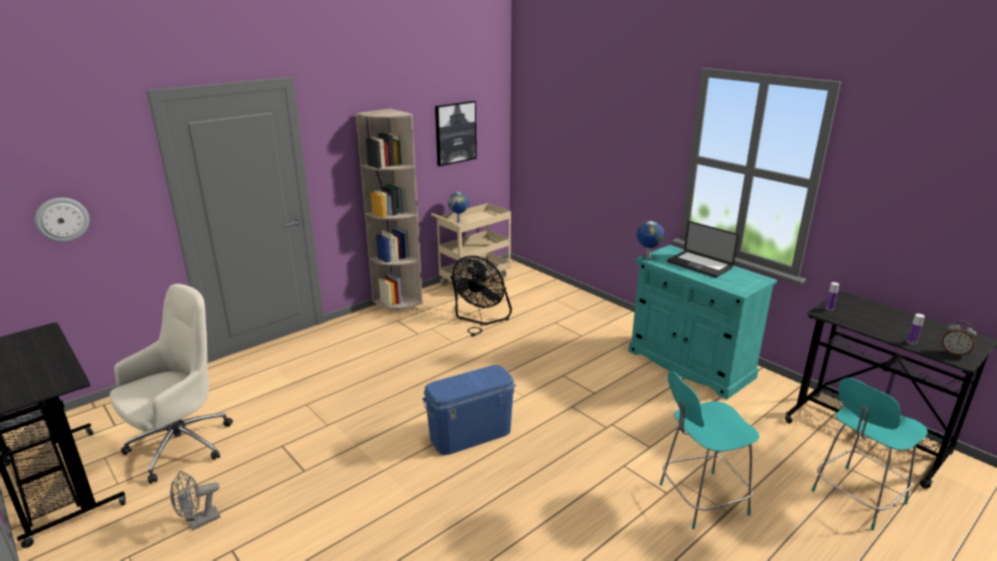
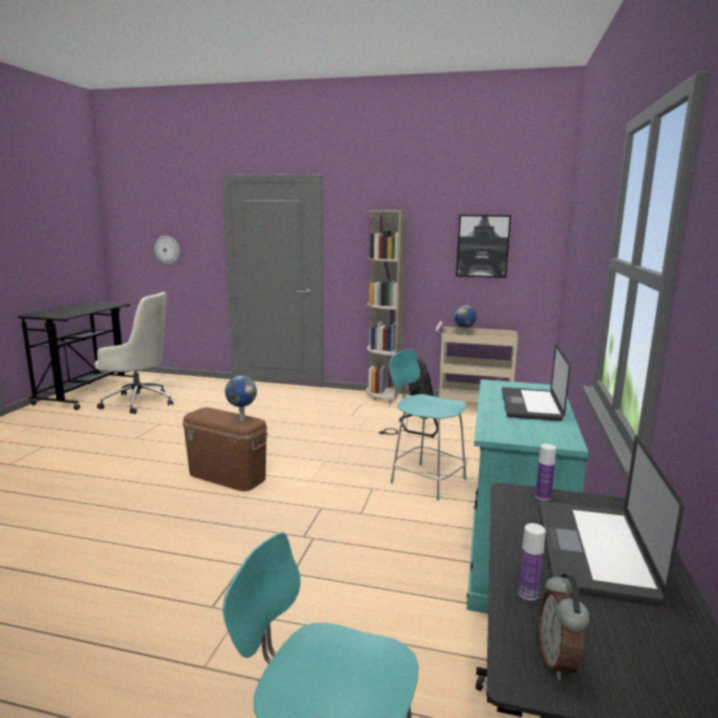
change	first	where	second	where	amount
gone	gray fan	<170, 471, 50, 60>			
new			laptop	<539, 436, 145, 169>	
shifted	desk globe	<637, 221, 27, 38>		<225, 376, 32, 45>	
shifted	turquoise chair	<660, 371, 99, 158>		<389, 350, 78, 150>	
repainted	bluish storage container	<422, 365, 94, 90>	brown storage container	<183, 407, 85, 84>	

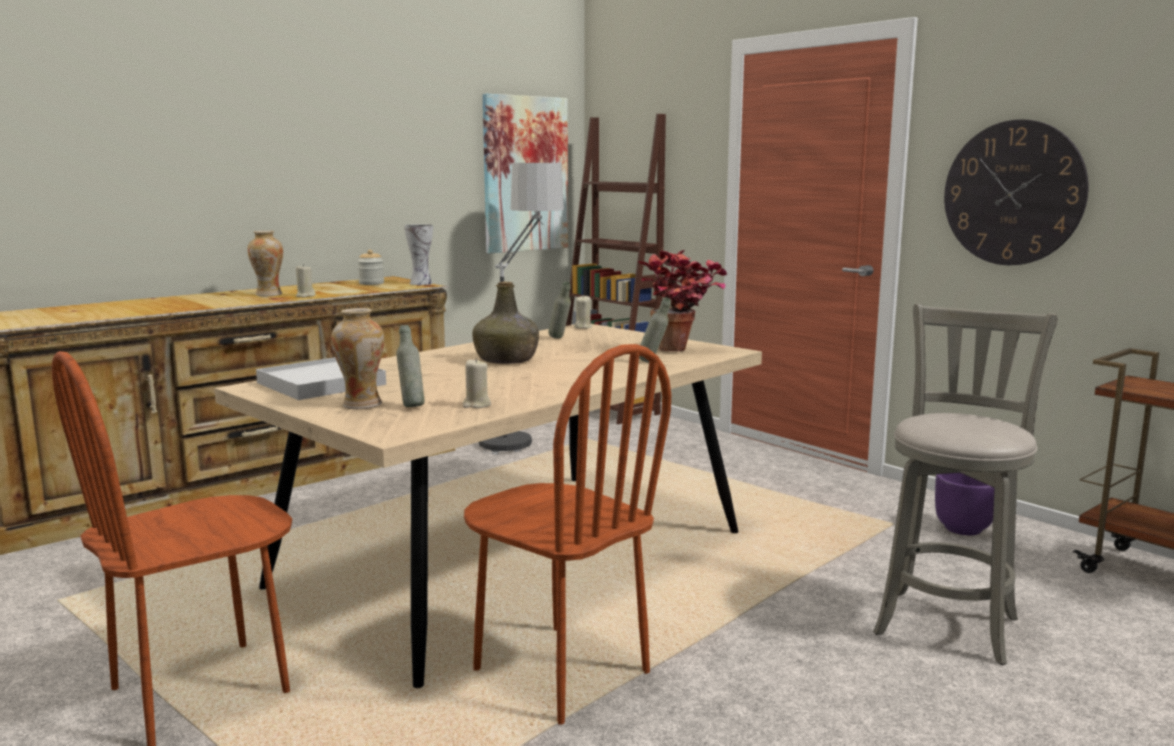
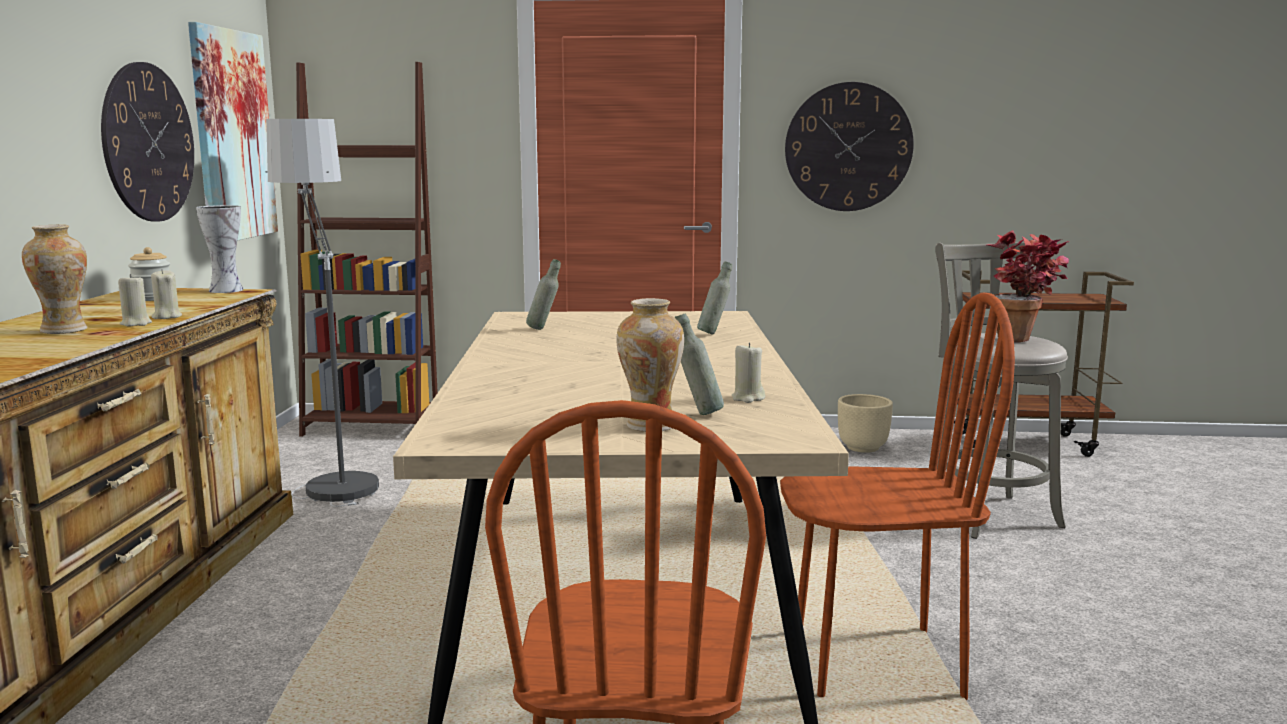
change	first	where	second	where	amount
gone	whitish carrying tray	<256, 357, 130, 43>			
gone	greenish drink bottle	<472, 282, 67, 82>			
new			hanging clock	<101, 62, 93, 160>	
shifted	sand-coloured wax candle	<574, 296, 18, 33>		<151, 269, 31, 50>	
shifted	houseplant	<638, 250, 89, 101>		<987, 230, 82, 112>	
repainted	purple-coloured planter	<935, 473, 59, 62>	sand-coloured planter	<838, 394, 55, 59>	

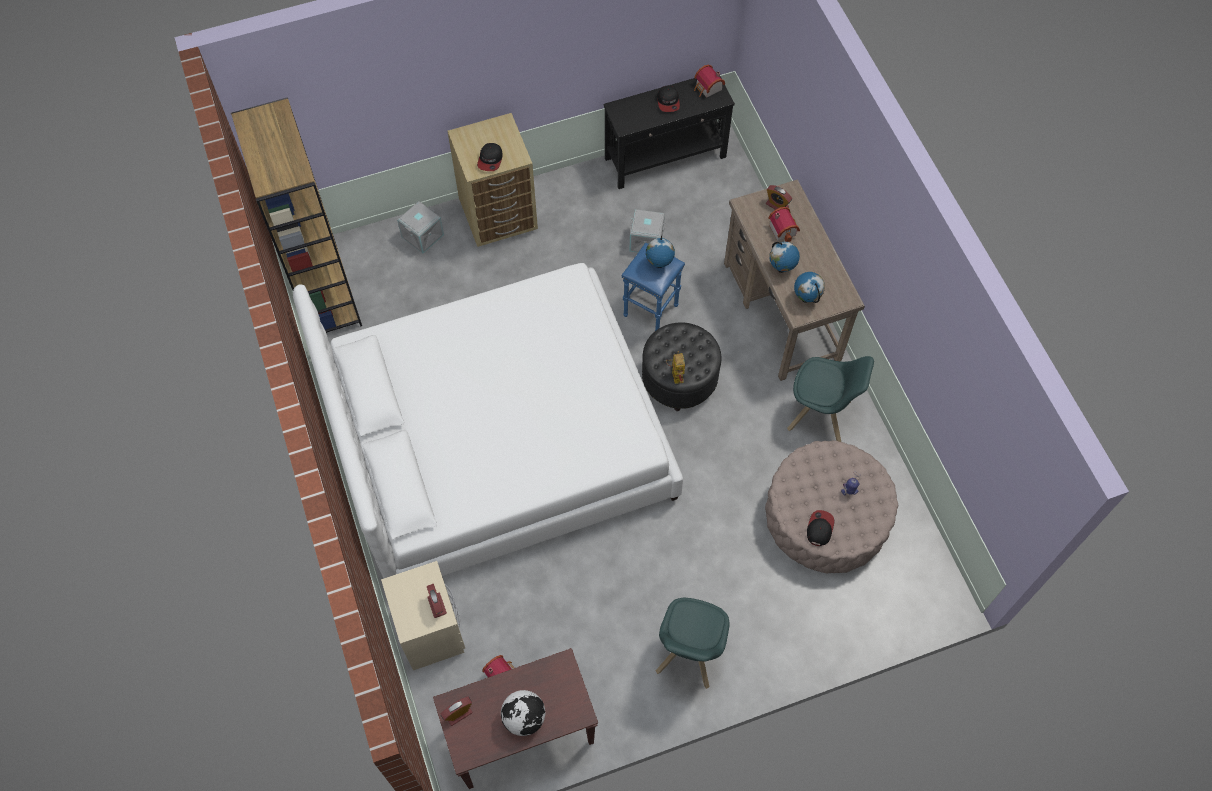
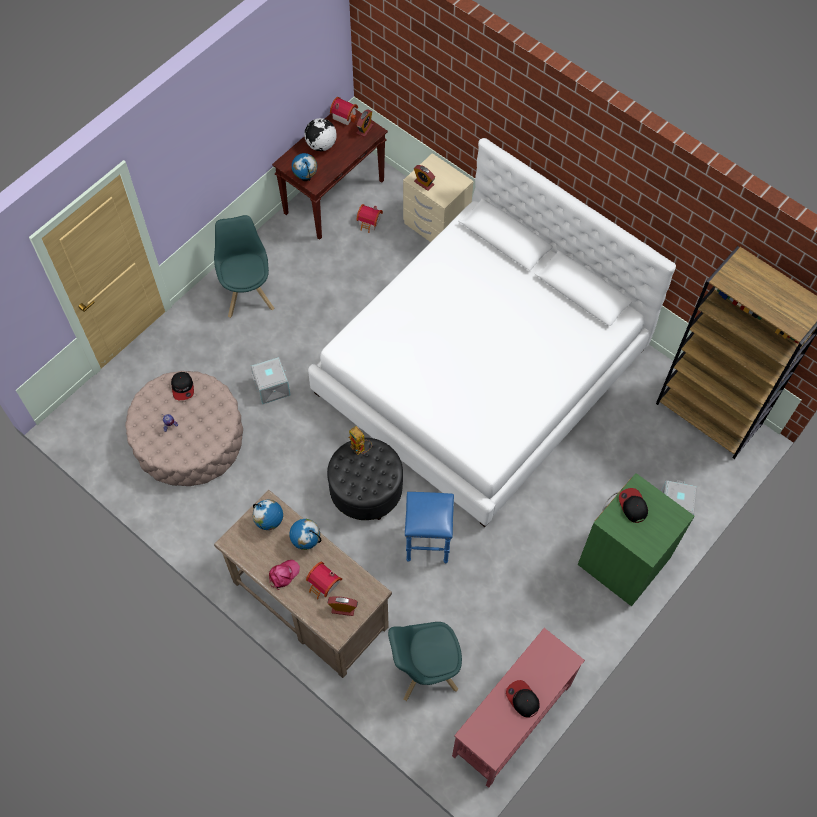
change	first	where	second	where	amount
new			pink-coloured peaked cap	<269, 560, 31, 30>	
shifted	gray storage container	<629, 209, 36, 44>		<251, 357, 40, 47>	
shifted	desk globe	<646, 236, 29, 32>		<292, 153, 25, 28>	
shifted	toy house	<694, 64, 31, 34>		<330, 97, 28, 29>	
shifted	turquoise chair	<787, 356, 87, 86>		<388, 622, 74, 79>	
repainted	brown chest of drawers	<448, 113, 90, 134>	greenish chest of drawers	<578, 473, 117, 134>	
repainted	black console table	<603, 76, 132, 113>	red-coloured console table	<452, 628, 133, 160>	

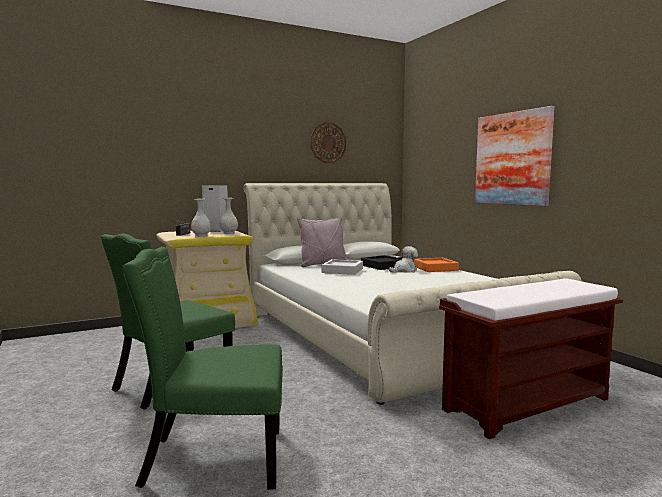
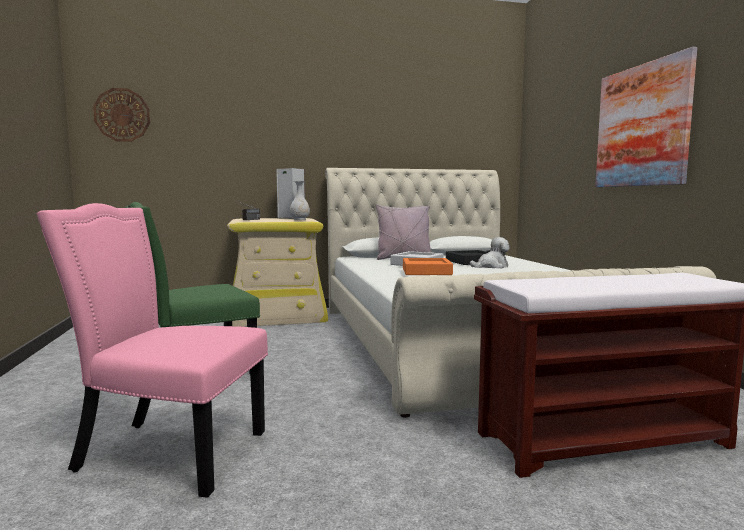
change	first	where	second	where	amount
gone	whitish vase	<191, 199, 20, 38>			
shifted	hanging clock	<310, 122, 36, 41>		<93, 88, 57, 54>	
shifted	orangey carrying tray	<414, 258, 45, 14>		<403, 258, 50, 17>	
repainted	greenish chair	<122, 247, 161, 243>	pink-coloured chair	<37, 203, 231, 295>	

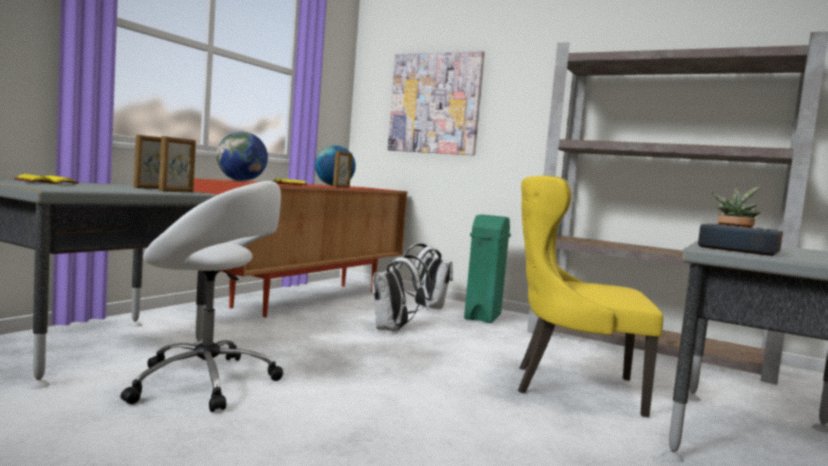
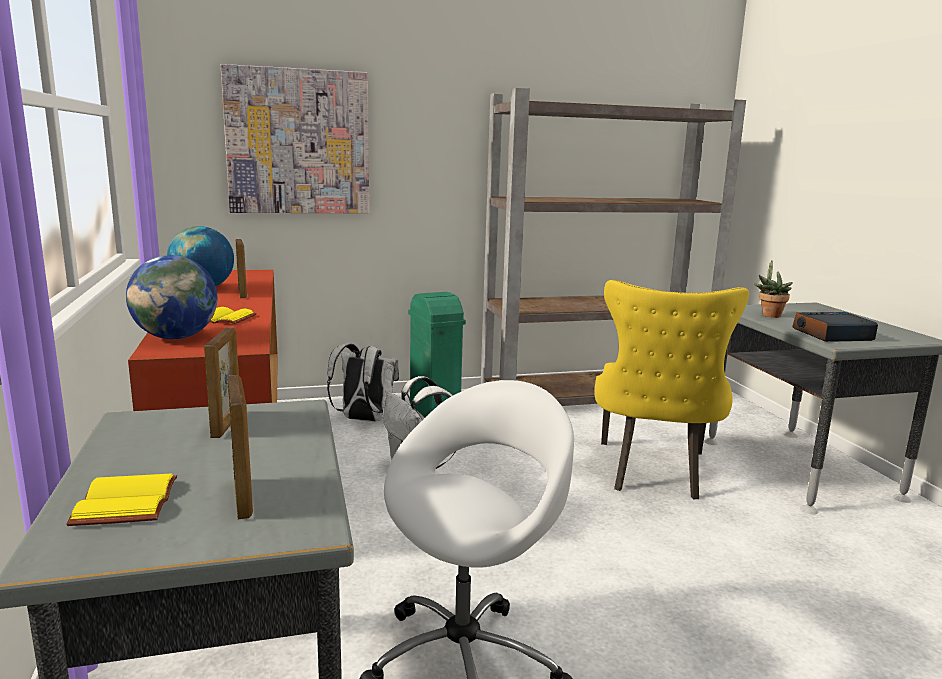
change	first	where	second	where	amount
shifted	standing frame	<159, 136, 37, 56>		<228, 375, 25, 144>	
rotated	yellowish chair	<518, 175, 145, 243>		<595, 280, 154, 219>	45 degrees counterclockwise

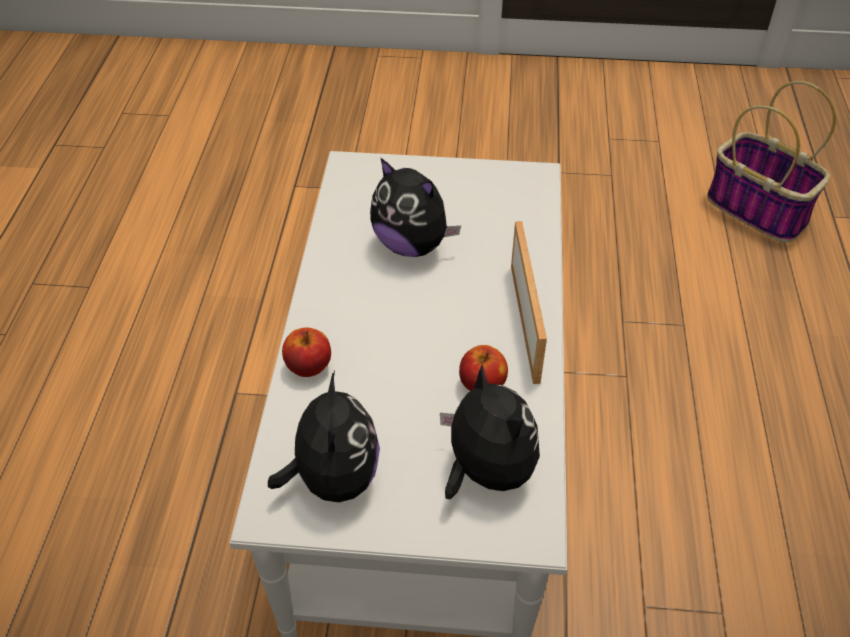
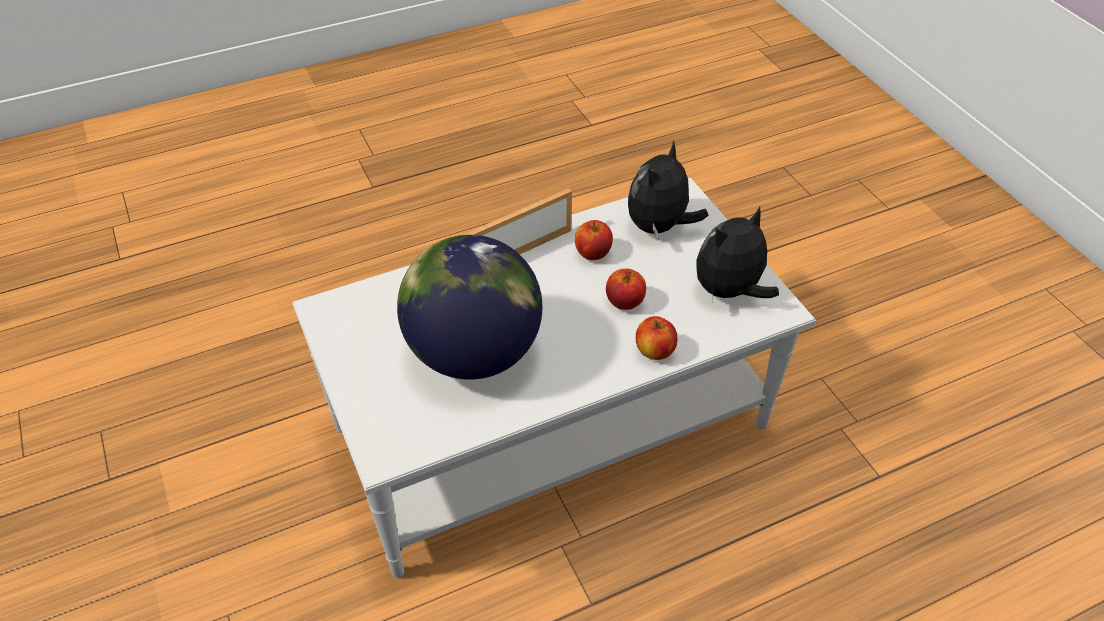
change	first	where	second	where	amount
gone	household basket	<707, 81, 129, 162>			
new			apple fruit	<606, 268, 40, 42>	
swapped	plush toy	<370, 157, 91, 100>	desk globe	<397, 235, 145, 145>	

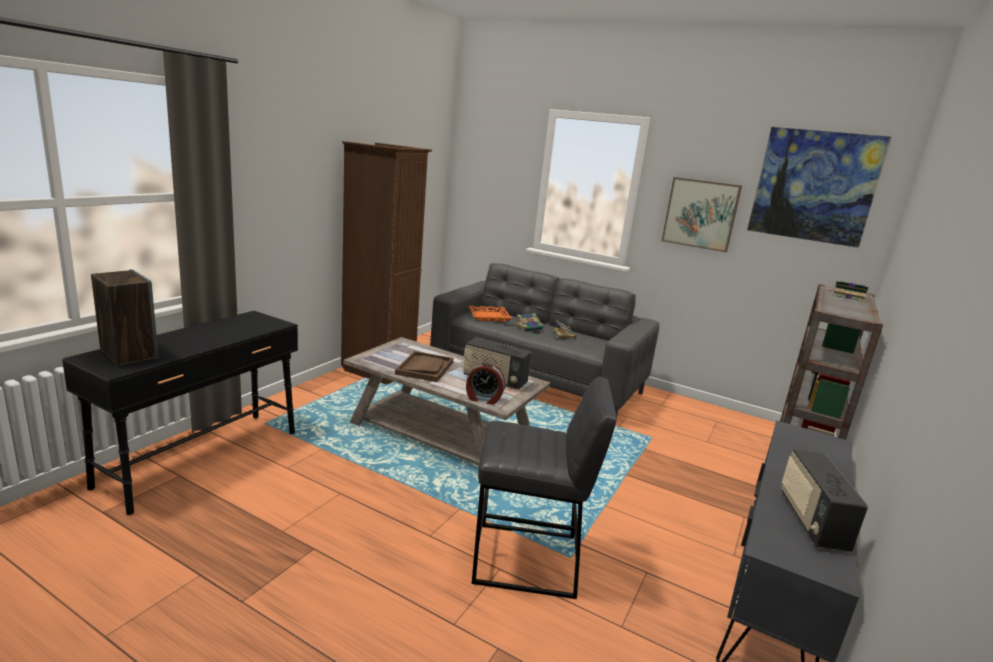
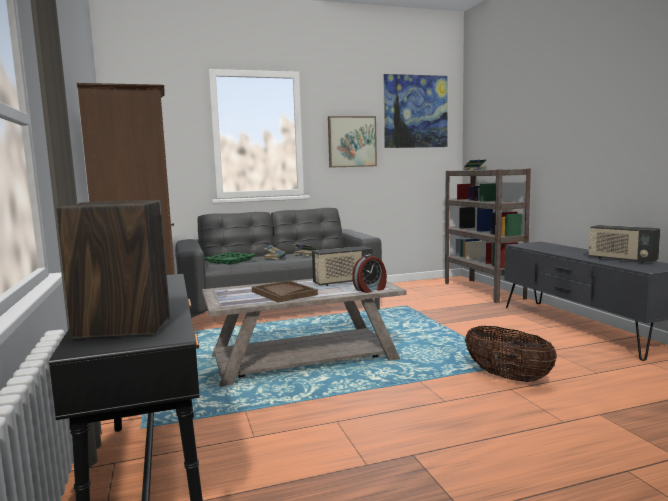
change	first	where	second	where	amount
swapped	gray stool	<472, 377, 144, 222>	household basket	<465, 326, 92, 56>	
repainted	orangey carrying tray	<468, 306, 44, 16>	greenish carrying tray	<204, 252, 52, 13>	

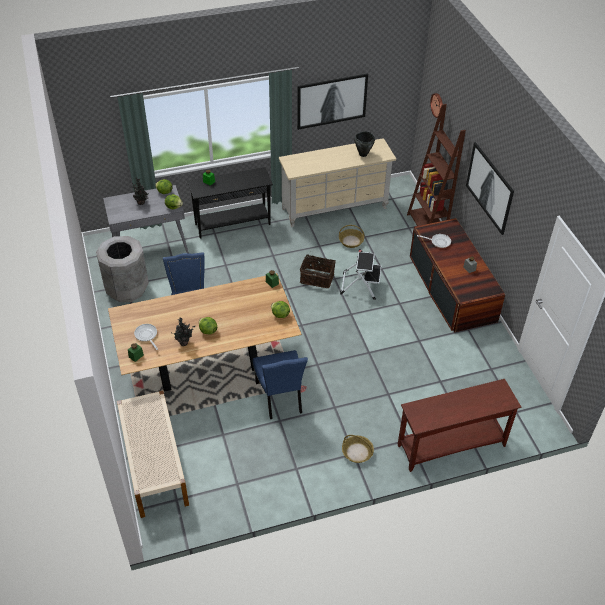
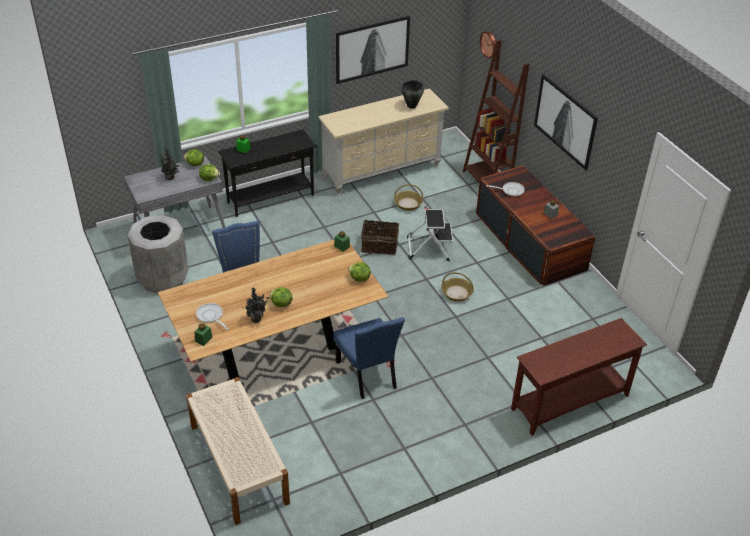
change	first	where	second	where	amount
shifted	household basket	<342, 435, 32, 28>		<442, 272, 32, 30>	

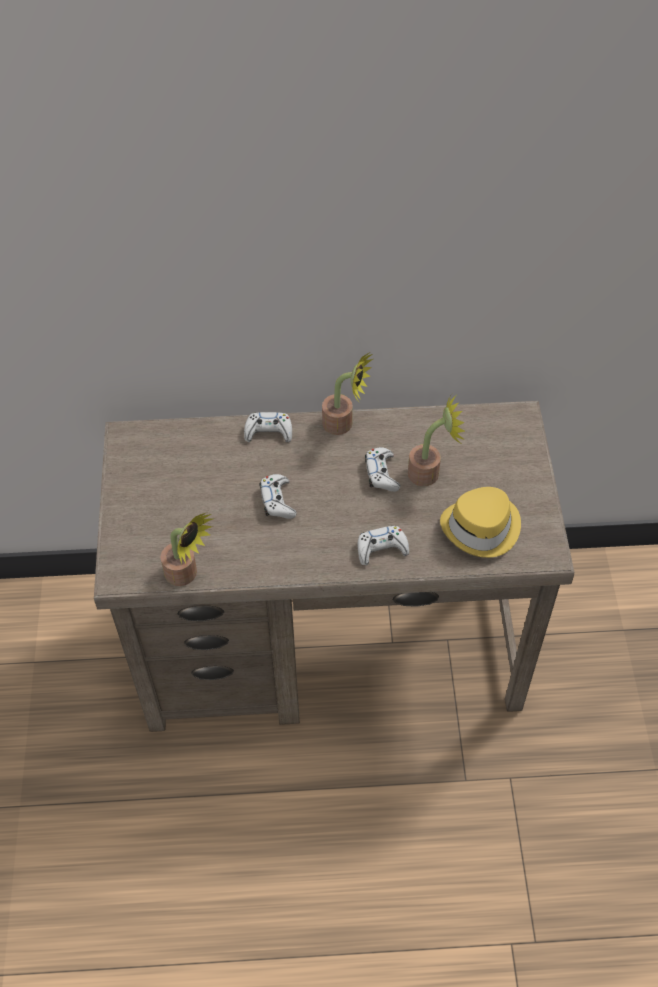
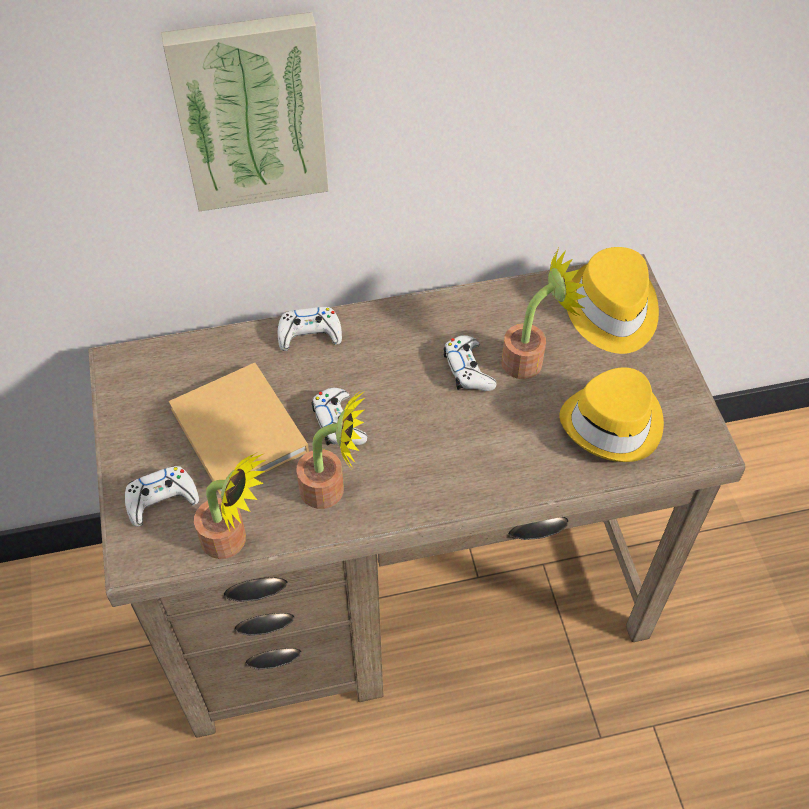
change	first	where	second	where	amount
new			picture	<161, 12, 168, 200>	
new			sand-coloured bound book	<169, 363, 140, 132>	
new			yellowish wearable hat	<567, 247, 92, 107>	
shifted	houseplant	<322, 351, 51, 84>		<296, 391, 69, 118>	
shifted	whitish gamepad	<358, 526, 51, 40>		<125, 466, 74, 61>	

